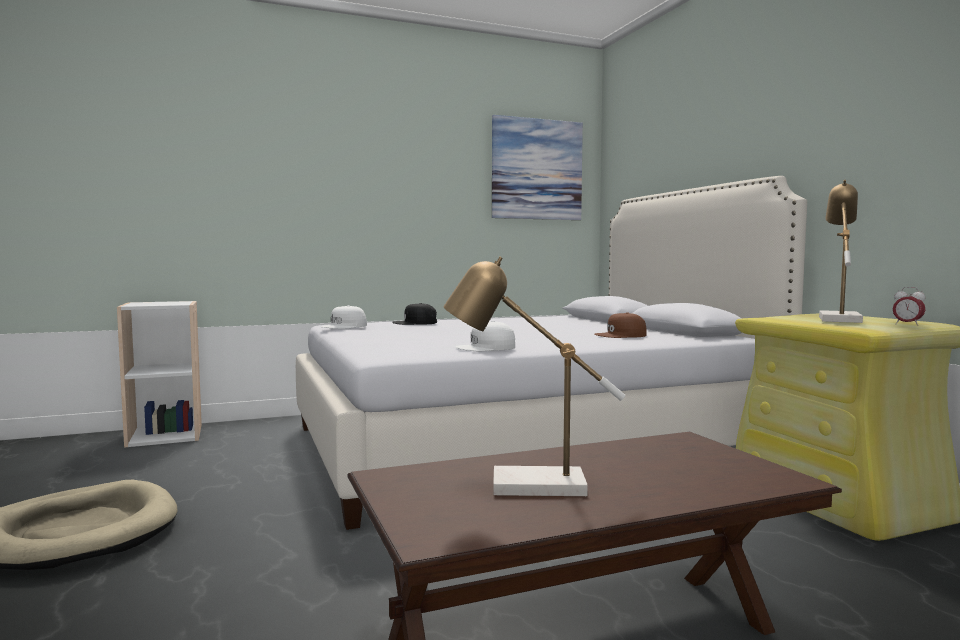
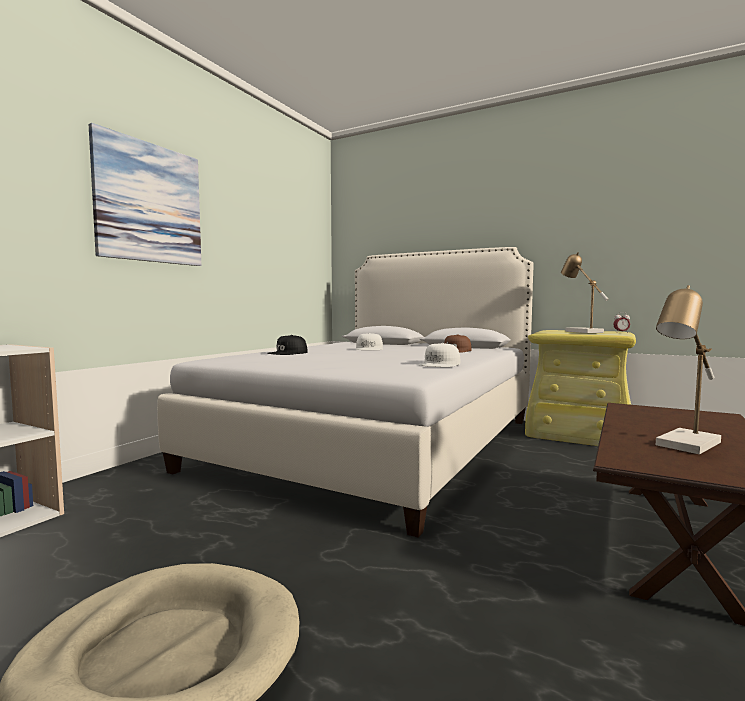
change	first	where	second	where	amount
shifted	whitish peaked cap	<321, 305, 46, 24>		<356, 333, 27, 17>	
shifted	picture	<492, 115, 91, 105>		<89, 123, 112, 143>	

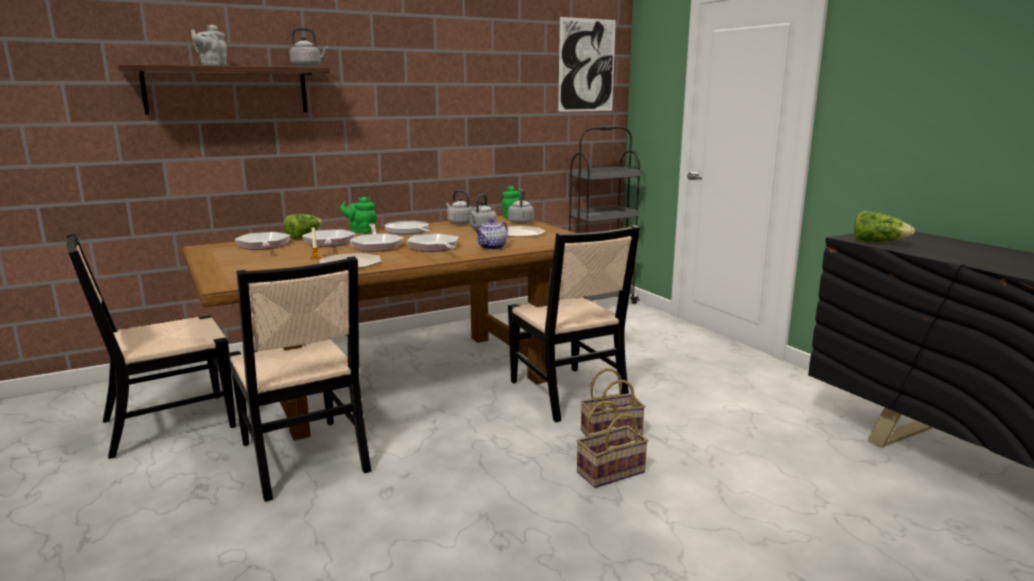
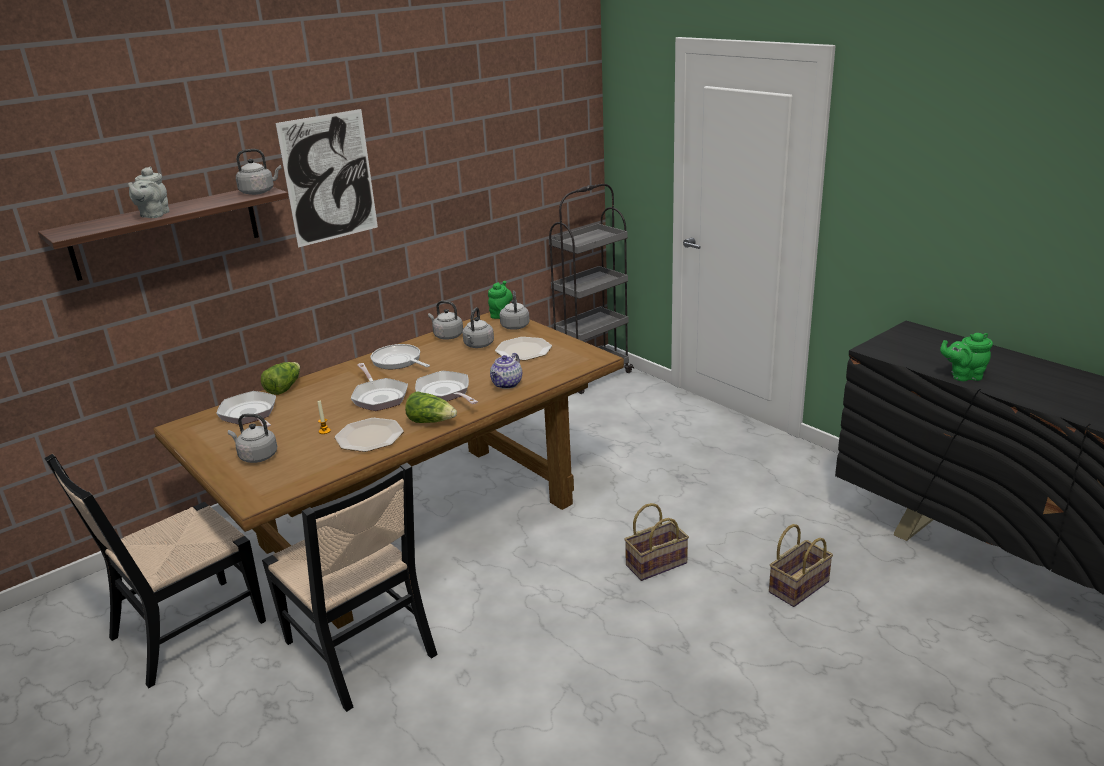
change	first	where	second	where	amount
gone	pan	<302, 229, 54, 18>			
gone	chair	<508, 225, 132, 197>			
new			gray kettle	<228, 414, 49, 49>	
shifted	greenish pot for tea	<340, 197, 37, 36>		<940, 333, 53, 48>	
shifted	picture	<558, 17, 58, 95>		<276, 109, 102, 139>	
shifted	household basket	<577, 401, 71, 87>		<769, 524, 64, 83>	
shifted	lettuce head	<854, 211, 61, 31>		<405, 392, 52, 31>	

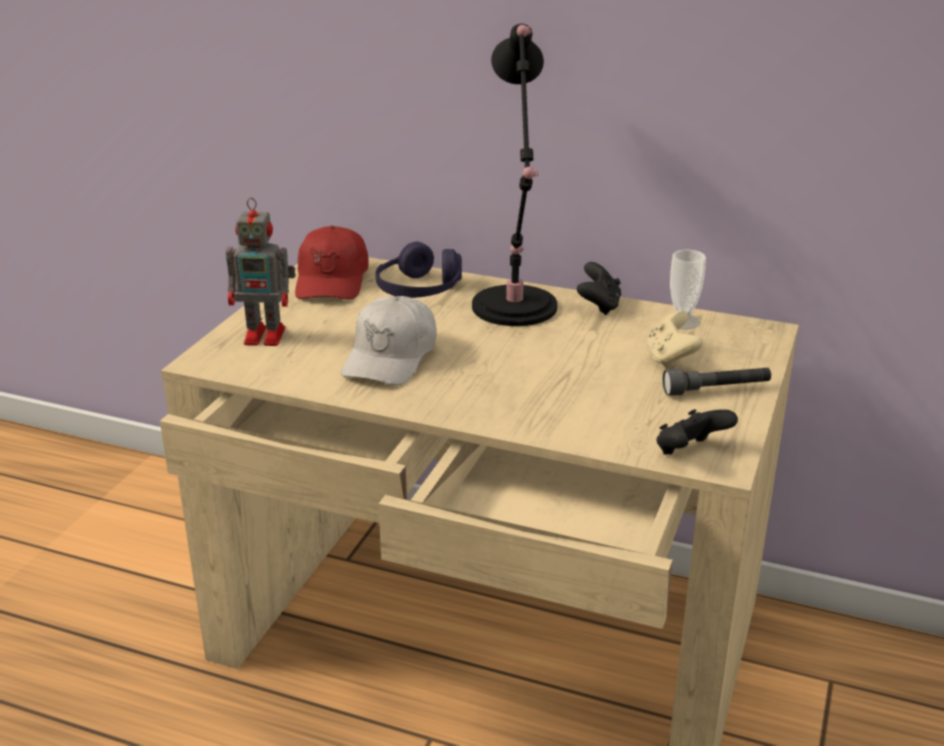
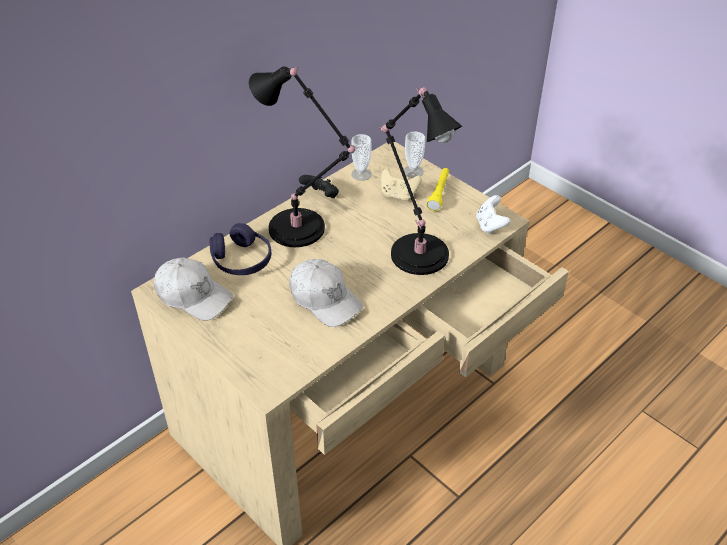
change	first	where	second	where	amount
gone	robot figure	<226, 197, 70, 149>			
new			black lamp for a table	<378, 87, 84, 188>	
new			cup	<404, 131, 21, 47>	
repainted	red-coloured peaked cap	<295, 226, 74, 74>	whitish peaked cap	<154, 257, 79, 64>	
repainted	black gamepad	<656, 409, 82, 45>	whitish gamepad	<476, 195, 34, 39>	
repainted	gray hand torch	<663, 368, 108, 28>	yellowish hand torch	<427, 168, 22, 43>	

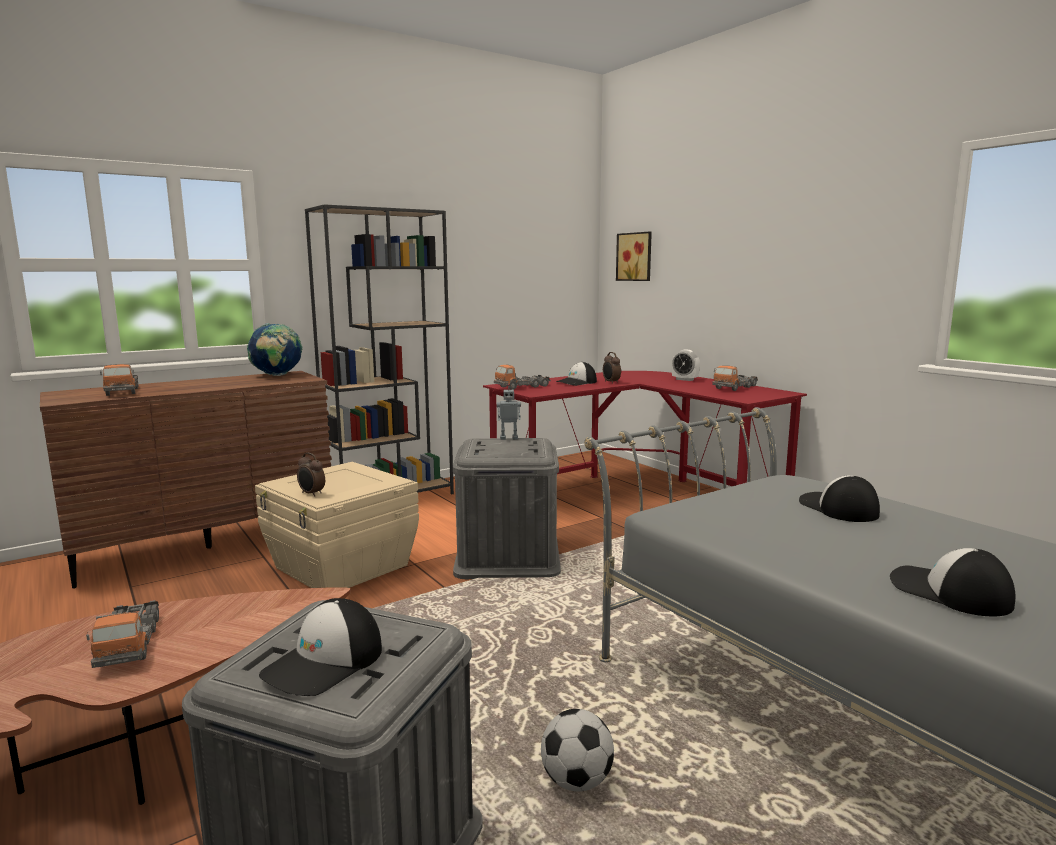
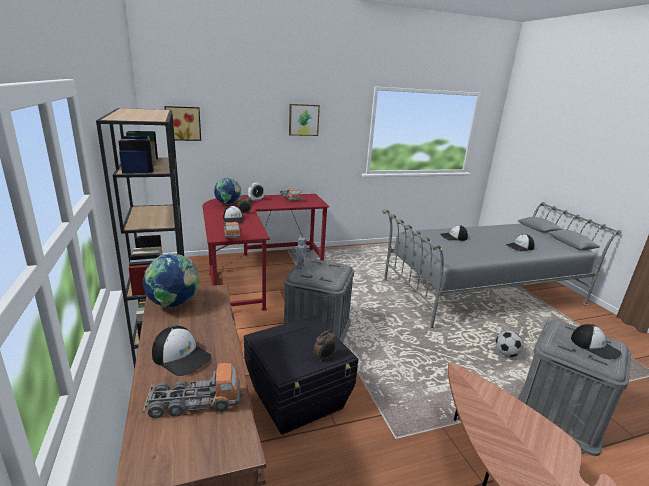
change	first	where	second	where	amount
gone	toy lorry	<86, 600, 73, 68>			
new			peaked cap	<152, 326, 59, 50>	
new			desk globe	<214, 178, 27, 27>	
new			picture	<289, 104, 31, 32>	
repainted	sand-coloured storage container	<255, 462, 164, 126>	black storage container	<244, 316, 114, 119>	

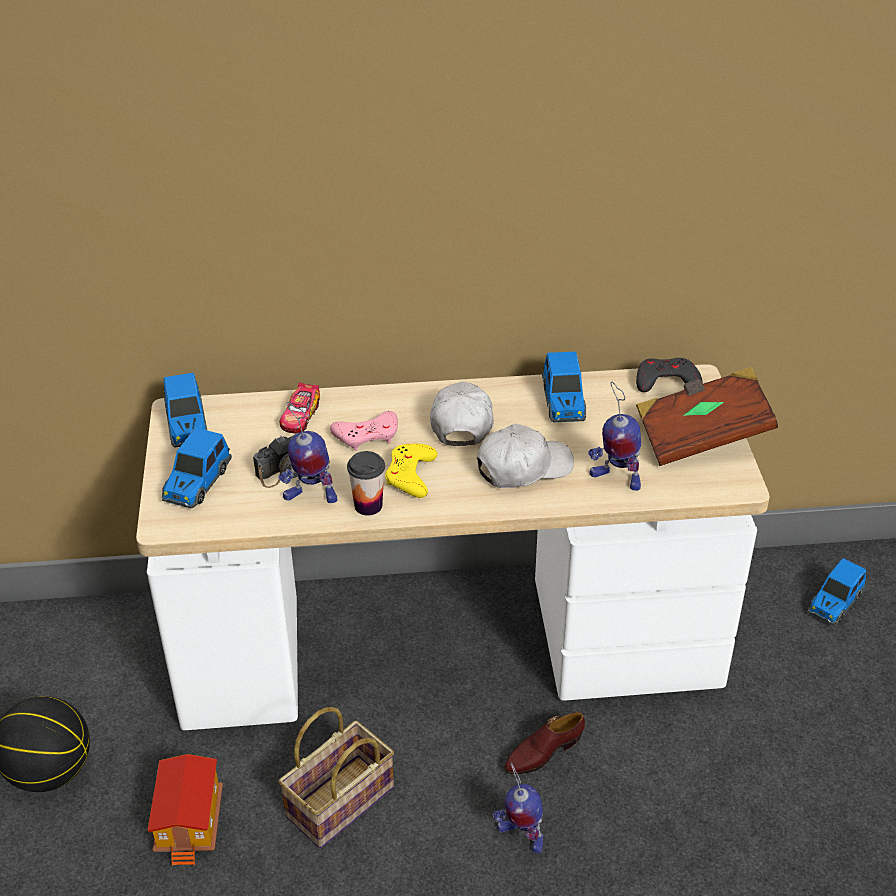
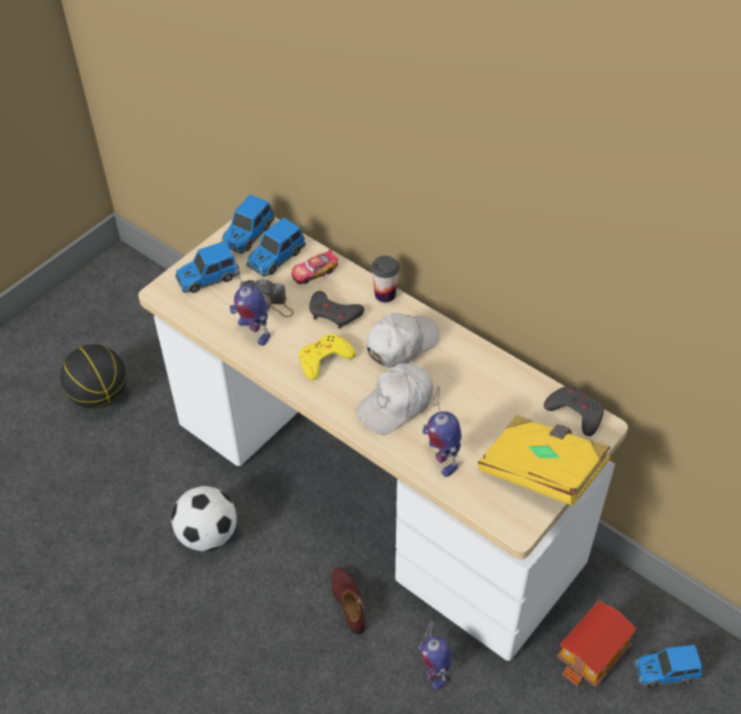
change	first	where	second	where	amount
shifted	toy house	<147, 754, 76, 112>		<557, 600, 80, 87>	
shifted	cup	<347, 451, 38, 64>		<371, 256, 29, 47>	
shifted	robot figure	<492, 763, 51, 90>		<418, 620, 33, 70>	
shifted	miniature car	<542, 352, 44, 70>		<246, 217, 60, 60>	
swapped	household basket	<279, 707, 115, 141>	football ball	<171, 486, 66, 65>	
repainted	pink-coloured gamepad	<330, 411, 68, 40>	gray gamepad	<309, 291, 55, 38>	
repainted	brown bound book	<636, 367, 142, 99>	yellowish bound book	<478, 415, 132, 91>	
rotated	whitish peaked cap	<477, 424, 97, 64>		<356, 363, 77, 72>	120 degrees clockwise
rotated	brown shoe	<504, 712, 81, 62>		<332, 567, 33, 67>	60 degrees clockwise

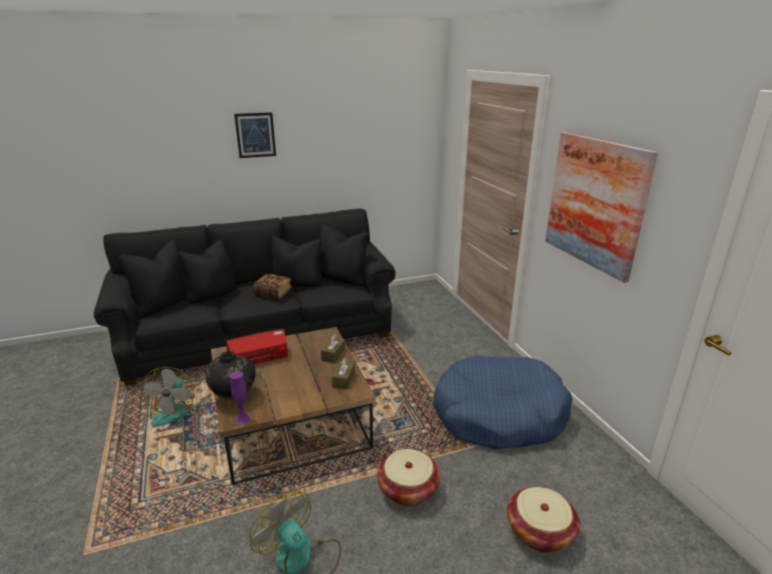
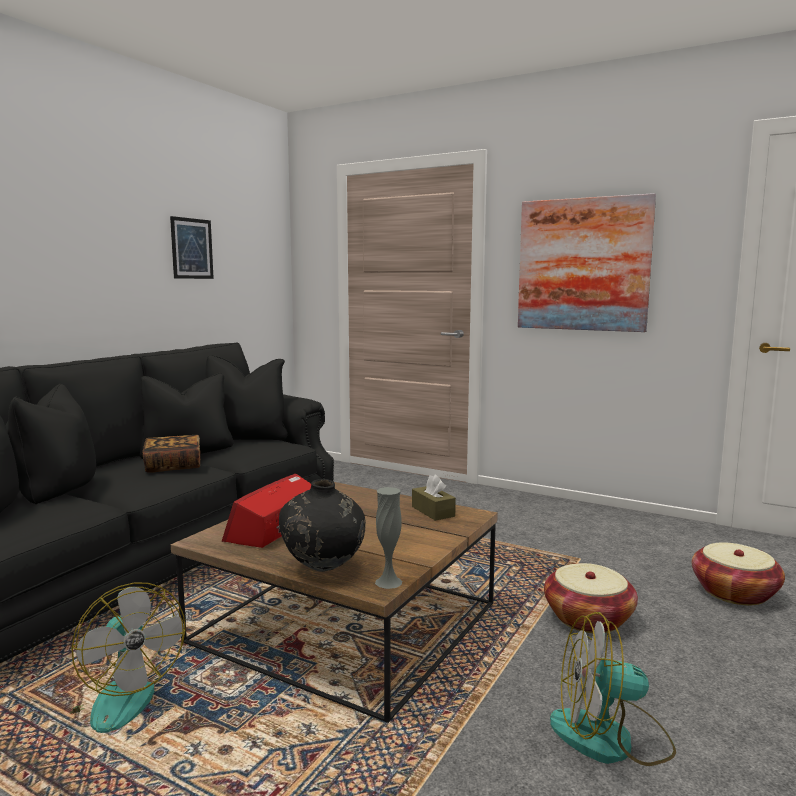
change	first	where	second	where	amount
gone	brown tissue box	<321, 334, 24, 29>			
gone	bluish dog bed	<433, 356, 139, 93>			
shifted	picture	<234, 112, 42, 46>		<170, 216, 44, 63>	
repainted	purple-coloured vase	<229, 371, 22, 53>	gray vase	<375, 487, 27, 102>	

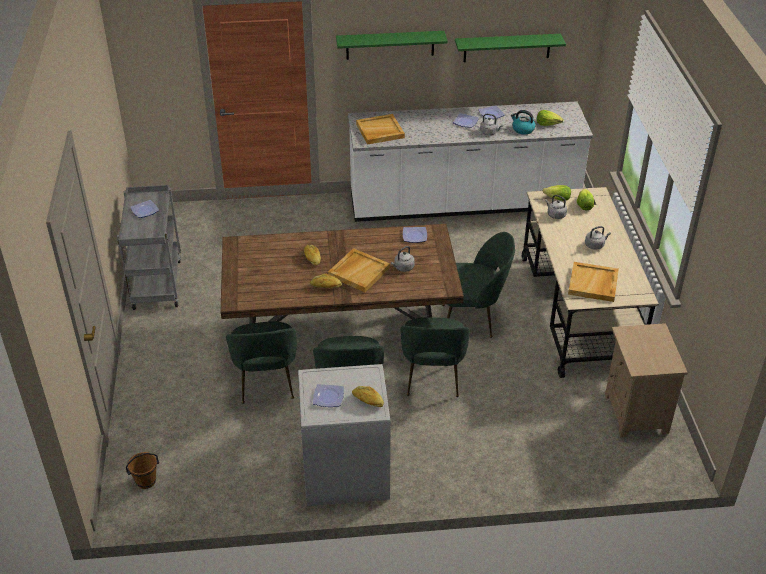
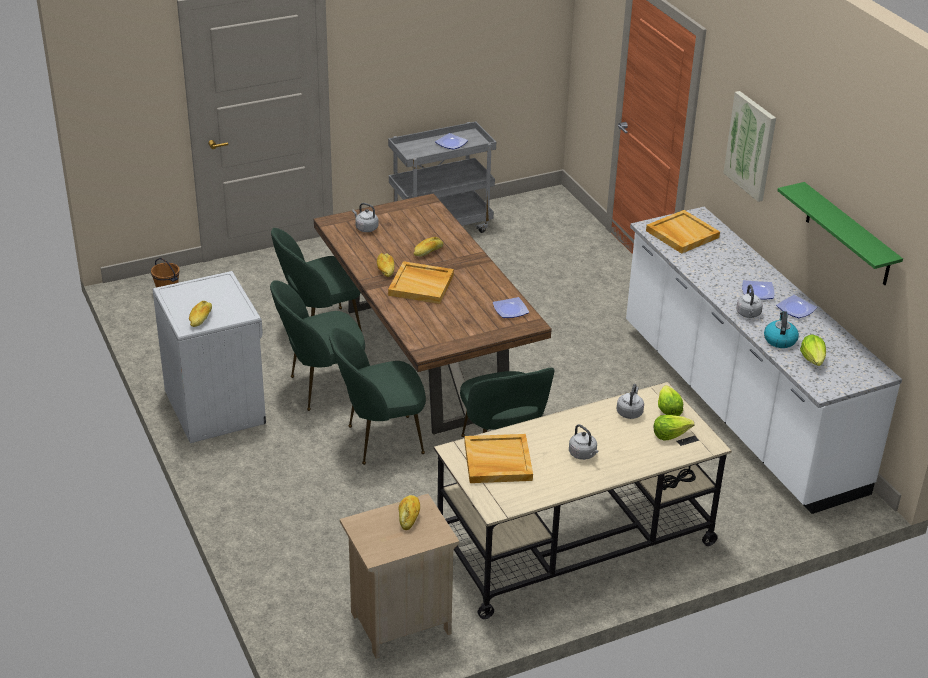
change	first	where	second	where	amount
gone	flat dish	<313, 384, 31, 23>			
new			bread	<398, 495, 22, 35>	
shifted	gray kettle	<391, 246, 24, 26>		<352, 203, 26, 29>	
swapped	greenish shelf	<336, 31, 112, 29>	picture	<723, 91, 53, 111>	

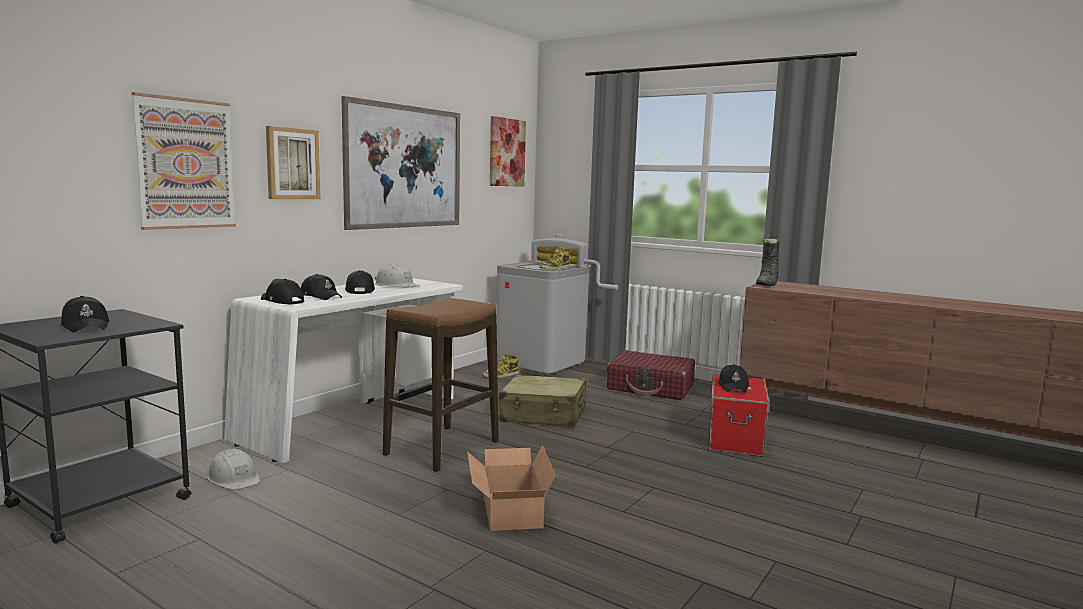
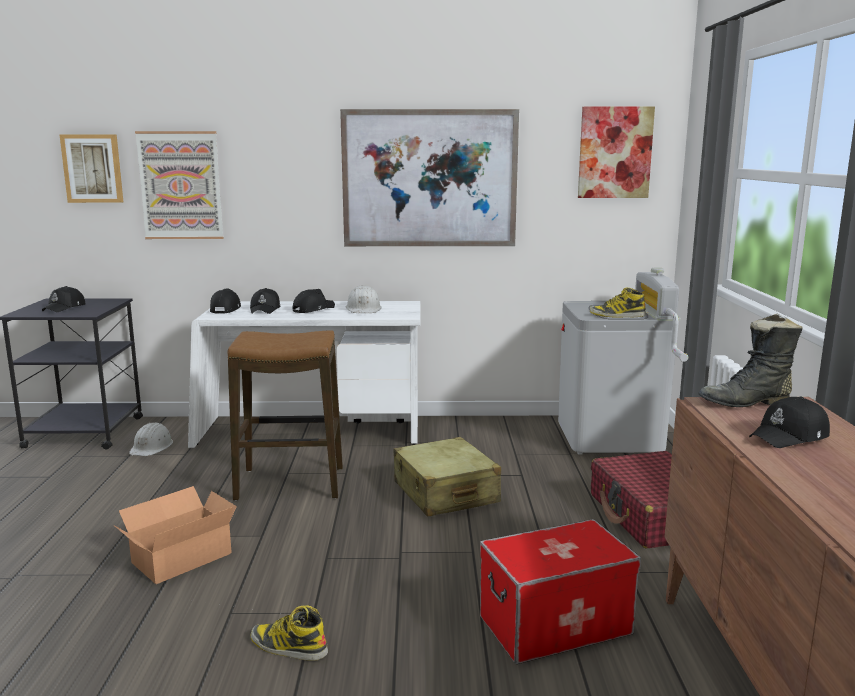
change	first	where	second	where	amount
shifted	picture	<266, 126, 54, 73>		<60, 135, 63, 68>	
shifted	high-top boot	<483, 354, 36, 24>		<250, 605, 78, 56>	
shifted	black peaked cap	<718, 364, 31, 29>		<749, 397, 81, 51>	

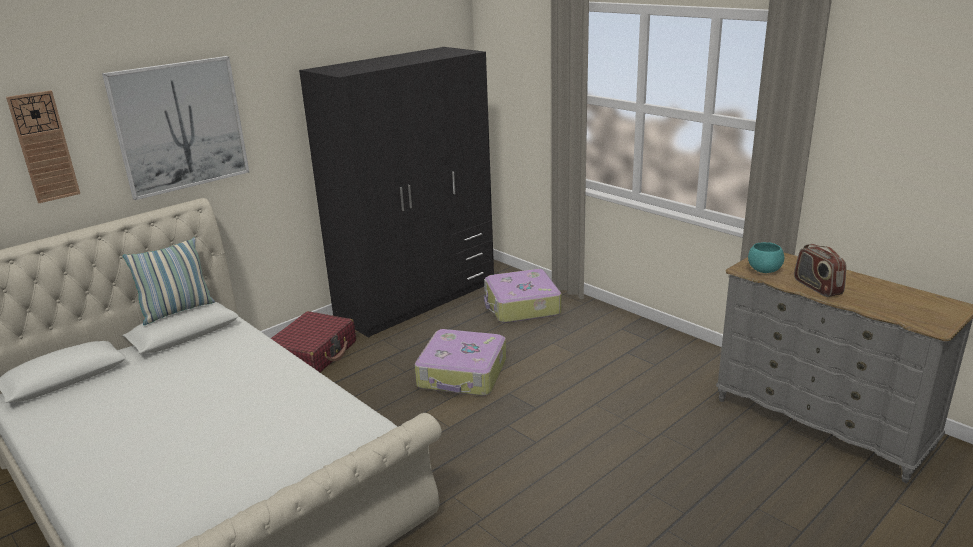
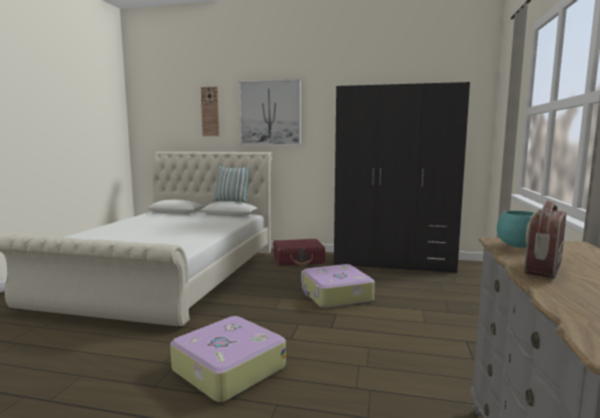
change	first	where	second	where	amount
shifted	travel case	<484, 269, 78, 54>		<170, 316, 116, 86>	

